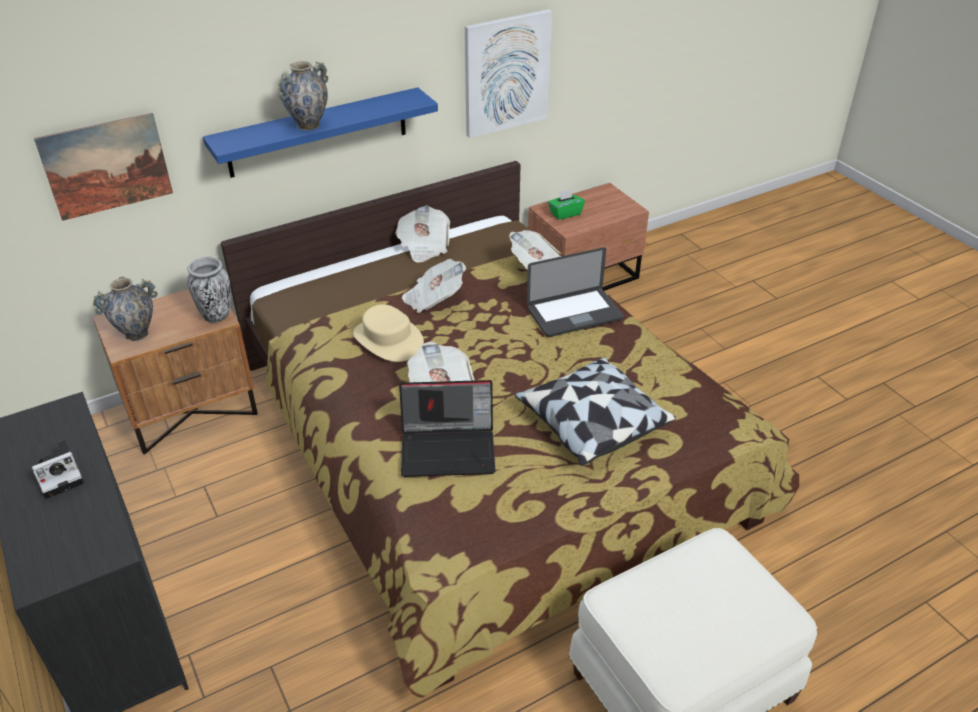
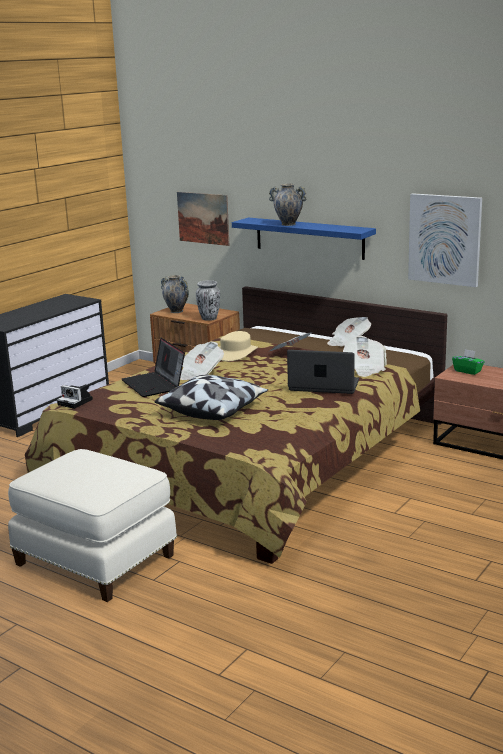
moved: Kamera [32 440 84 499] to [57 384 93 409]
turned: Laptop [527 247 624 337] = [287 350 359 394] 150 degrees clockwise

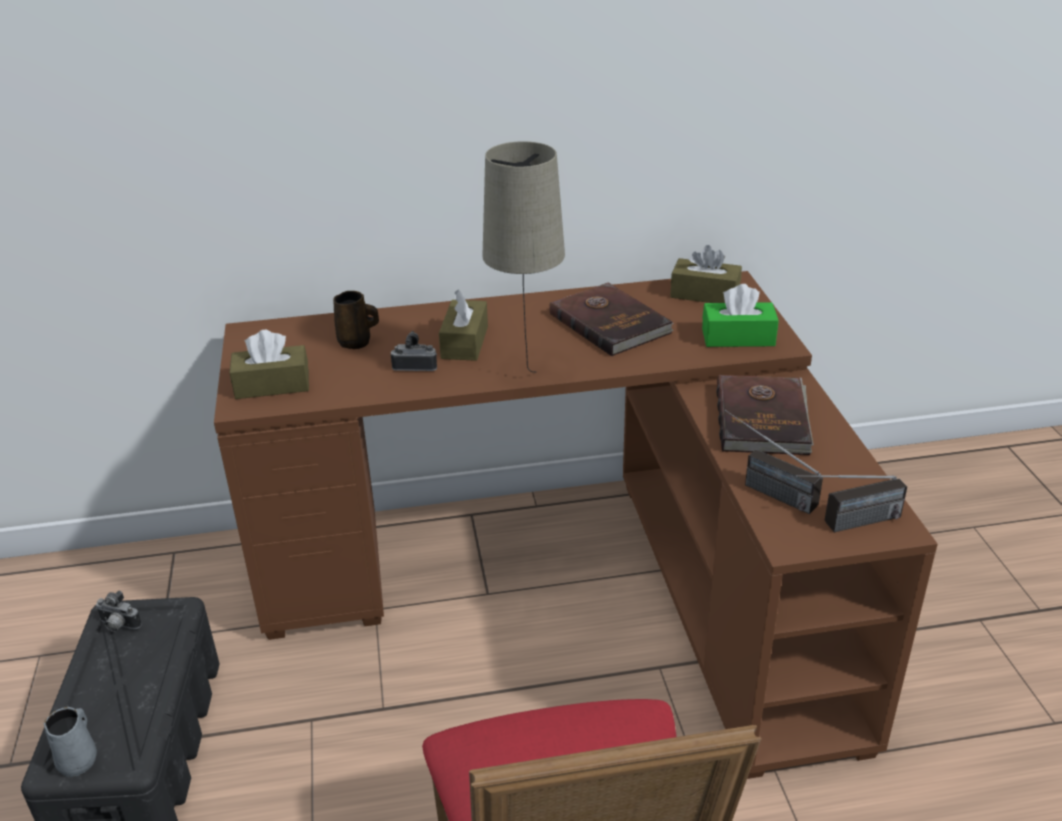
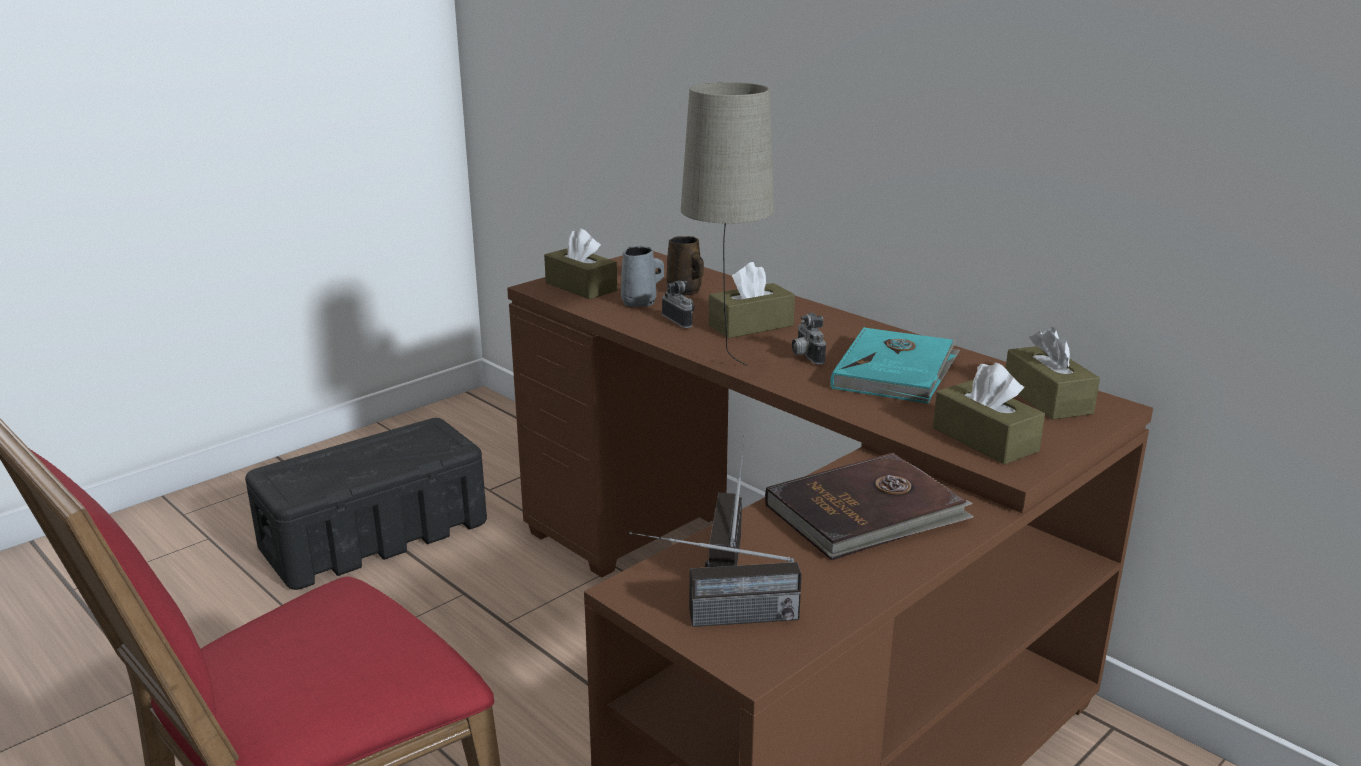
moved: Henkelbecher [grau] [44 707 97 777] to [621 246 664 308]; Kamera [96 591 142 632] to [792 313 826 365]
recoloured: Buch [braun] [549 283 674 356] to Buch [türkis] [830 327 960 404]; Taschentuchbox [grün] [702 284 779 347] to Taschentuchbox [braun] [933 362 1045 464]
turned: Radio [796 475 907 533] = [629 532 802 627] 45 degrees counterclockwise

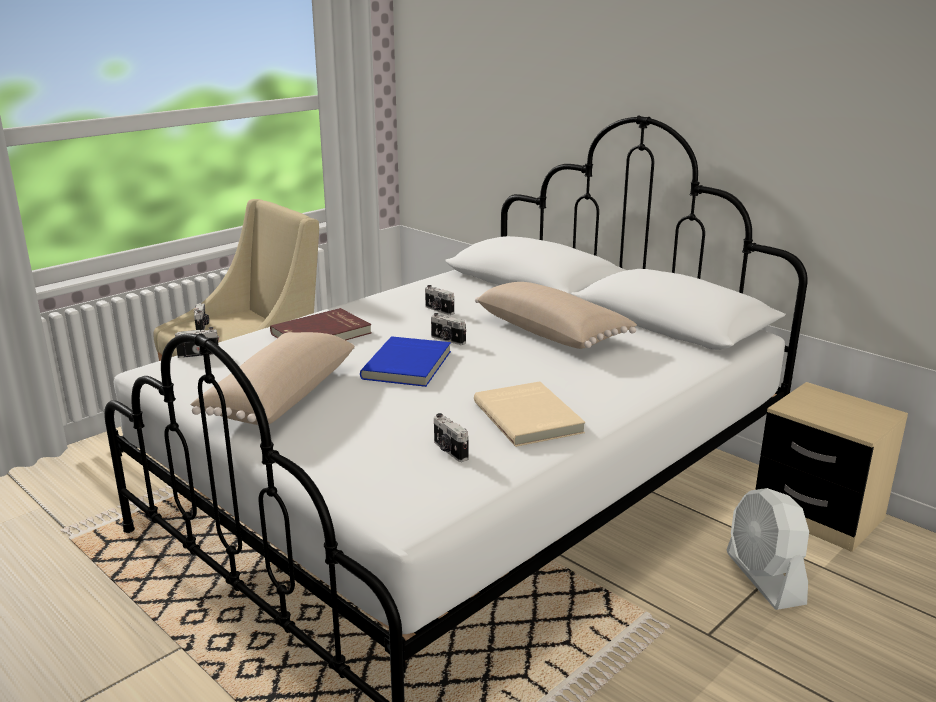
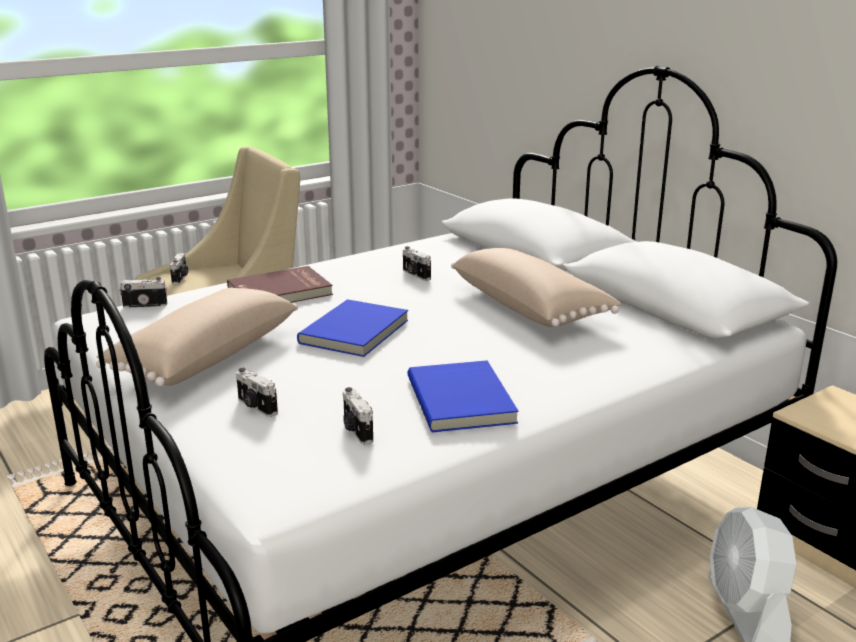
moved: Kamera [431 313 466 345] to [236 368 278 417]
recoloured: Buch [beige] [474 381 585 447] to Buch [blau] [408 360 519 432]

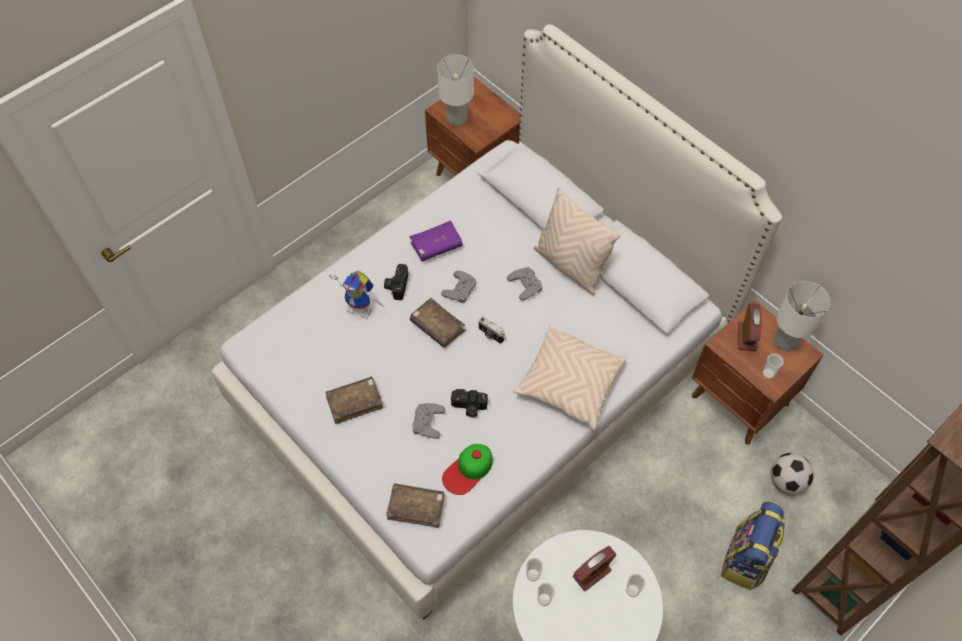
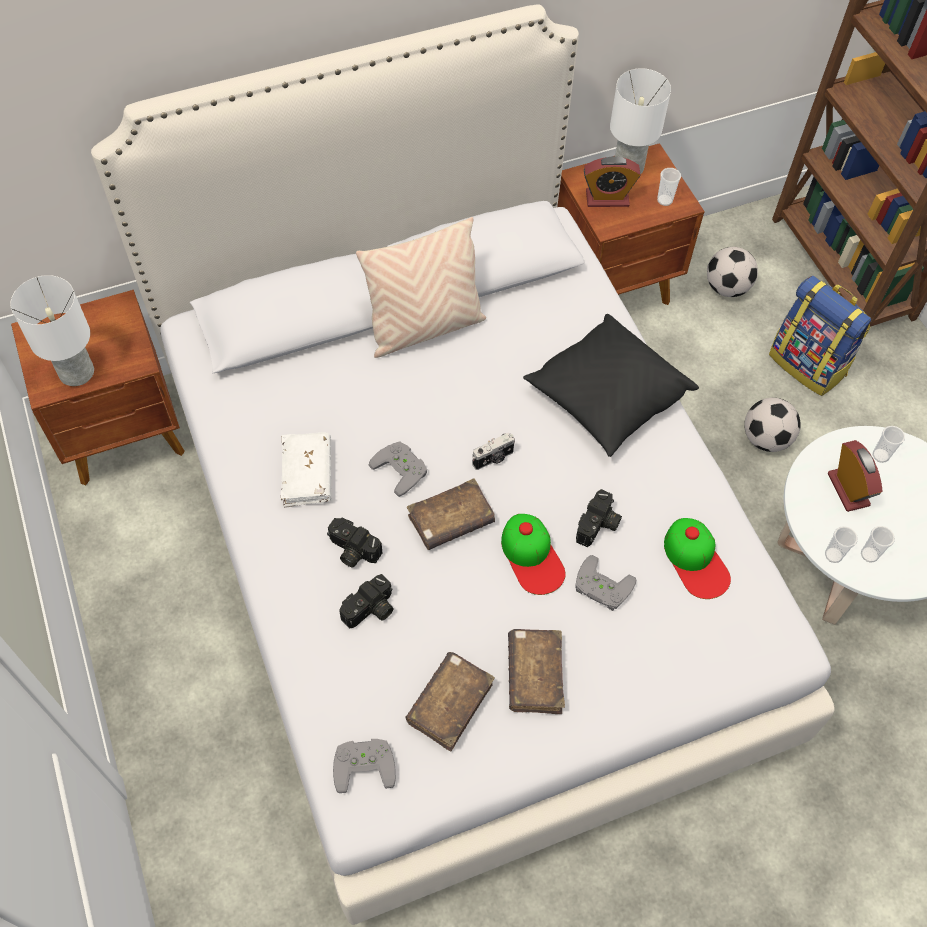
added: Kappe [501 514 566 595]; Fußball [744 398 801 452]
moved: Buch [braun] [386 483 444 528] to [405 652 495 751]; Gamepad [grau] [507 267 542 301] to [333 739 396 793]
replaced: Spielzeugroboter [329 271 385 319] to Kamera [339 574 394 629]
recoloured: Buch [lila] [410 220 463 262] to Buch [weiß] [281 432 331 507]; Kissen [beige] [513 325 627 430] to Kissen [schwarz] [523 314 699 457]
turned: Wecker [738 303 762 351] = [584 156 641 207] 150 degrees clockwise

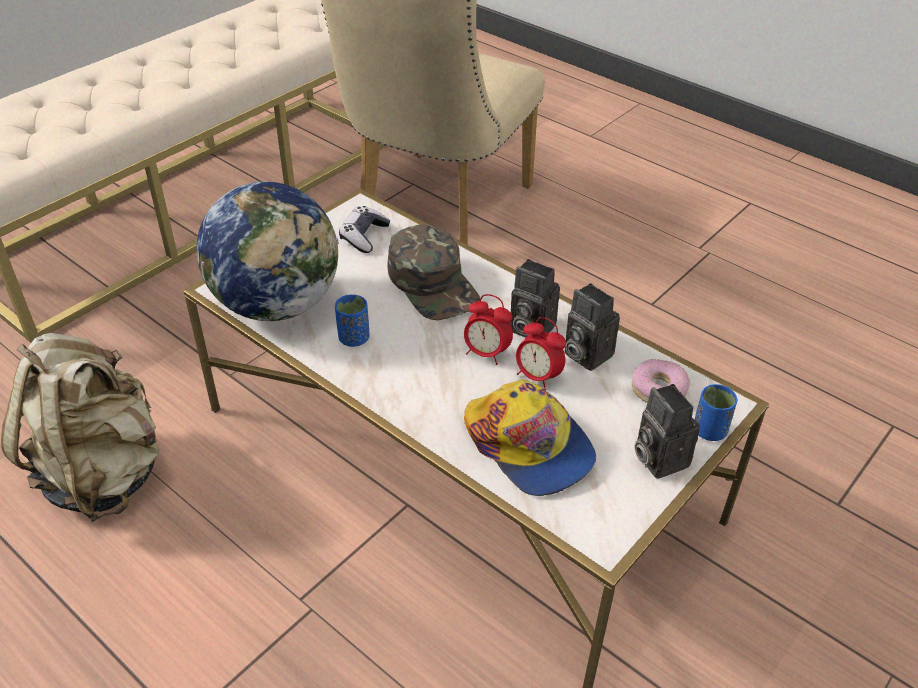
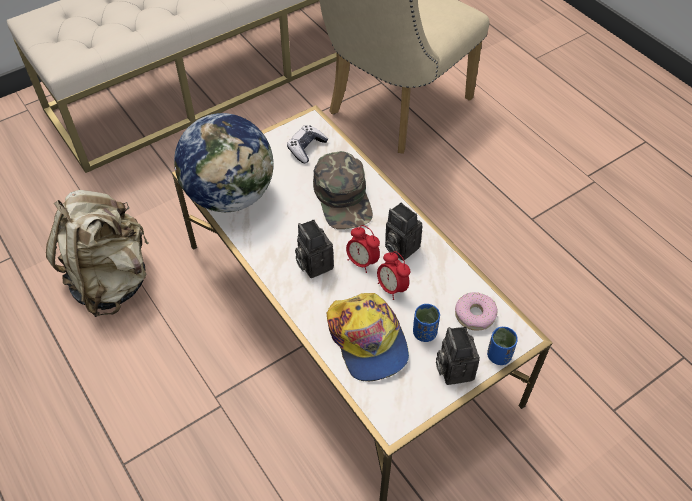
moved: Tasse [blau] [335 294 370 347] to [413 304 440 342]; Kamera [564 283 620 371] to [295 220 334 278]

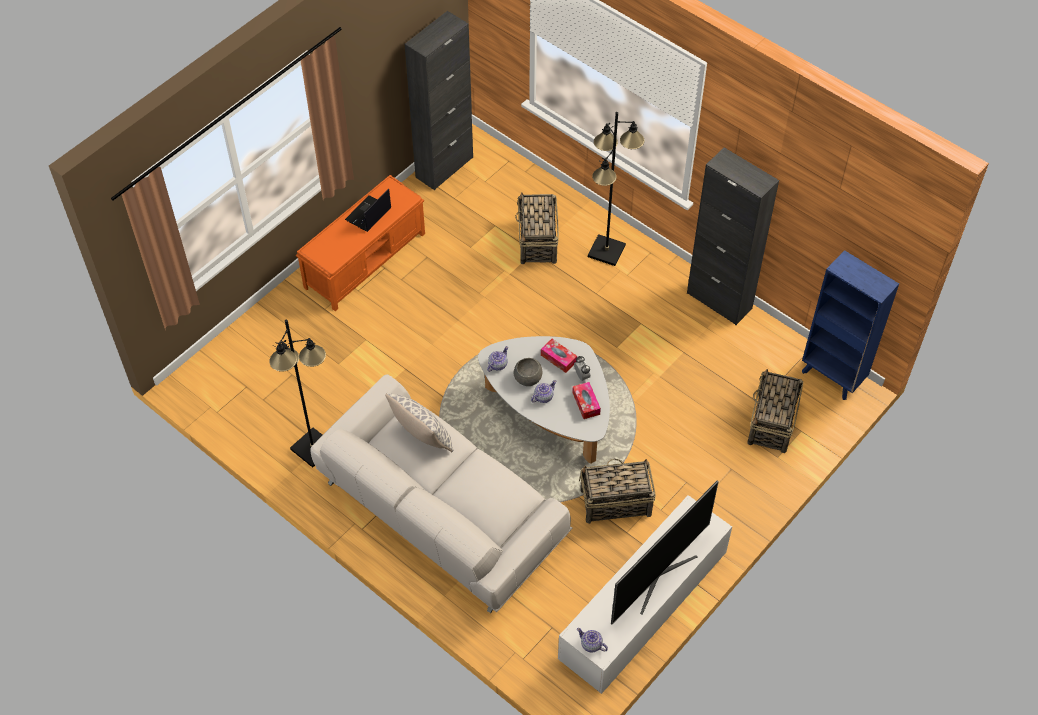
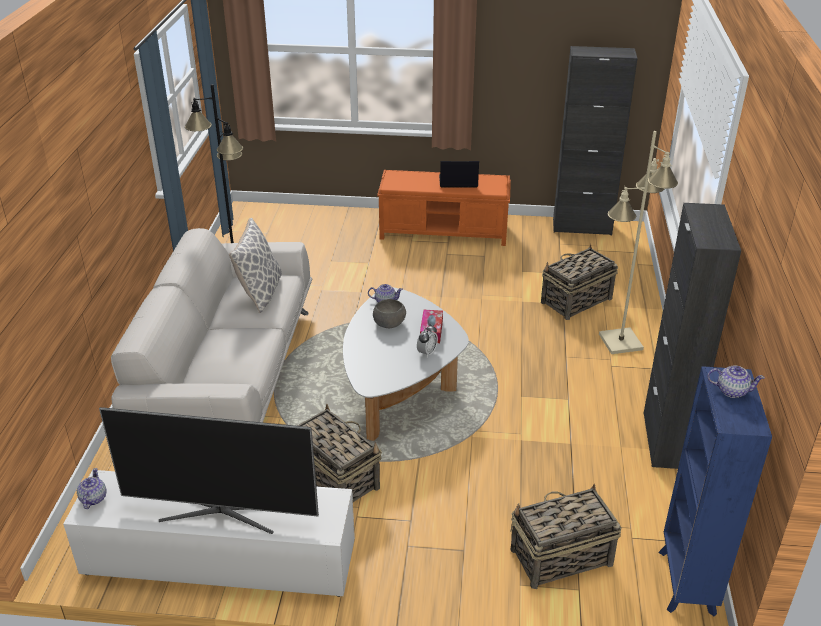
removed: Taschentuchbox [572 382 601 419]
moved: Teekanne [531 380 557 403] to [707 365 765 398]
recoloured: Stehlampe [schwarz] [588 112 645 266] to Stehlampe [beige] [599 131 678 354]

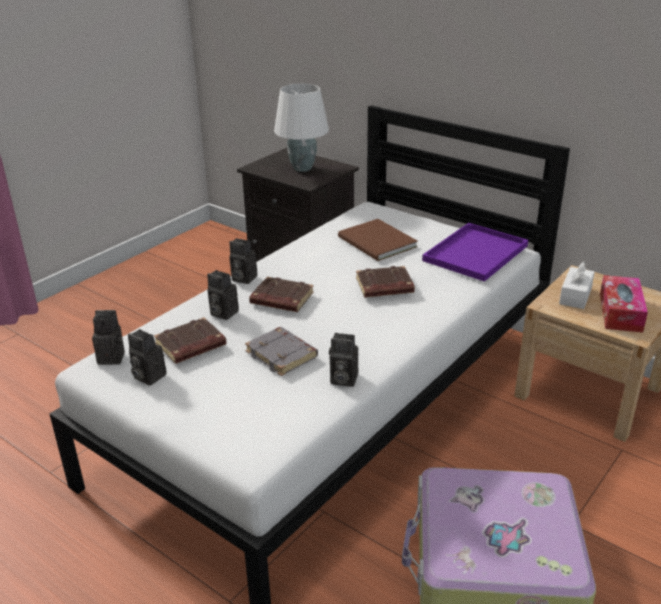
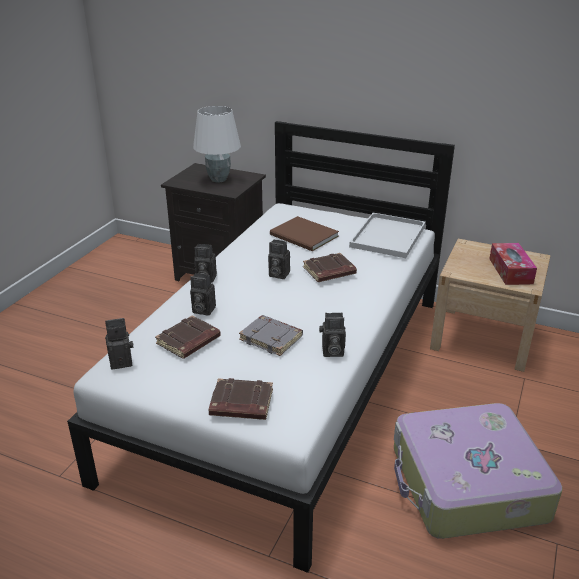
removed: Taschentuchbox [weiß] [559 261 595 309]
moved: Kamera [128 329 166 386] to [268 240 290 279]; Buch [braun] [249 277 314 312] to [209 378 273 420]
recoloured: Tablett [lila] [422 223 528 282] to Tablett [weiß] [349 213 426 258]

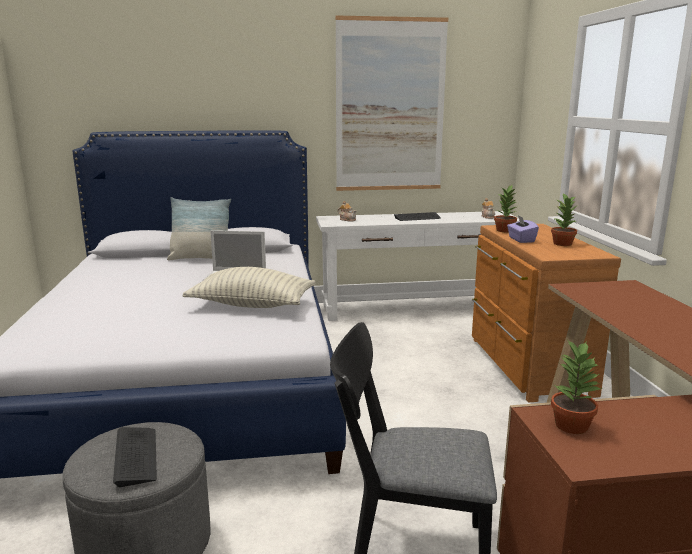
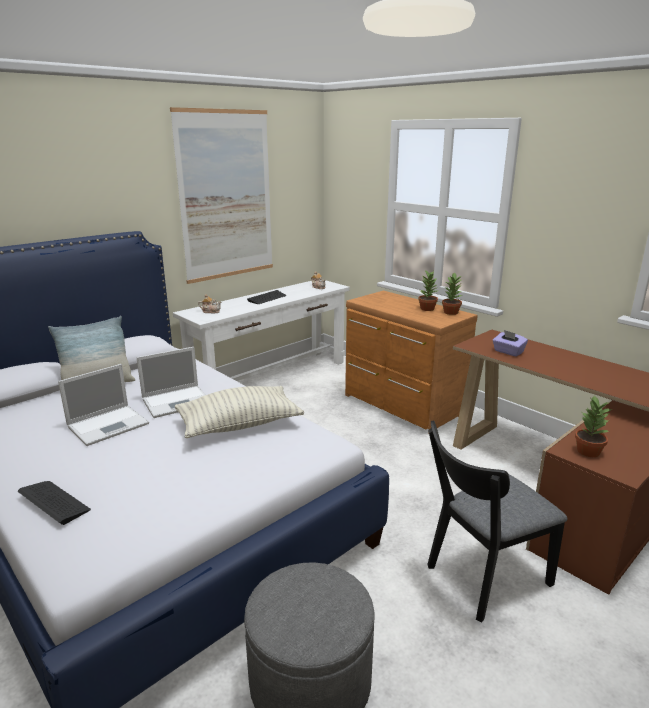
added: Laptop [58 364 149 446]
moved: Tastatur [113 427 157 487] to [18 481 91 525]; Topfpflanze [494 185 517 232] to [442 272 462 315]; Taschentuchbox [lila] [507 215 539 243] to [493 330 528 356]

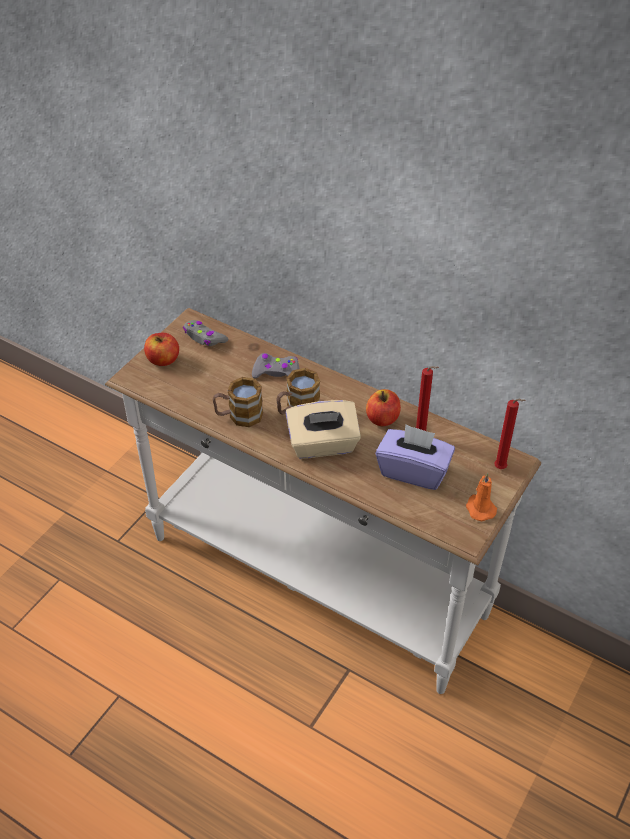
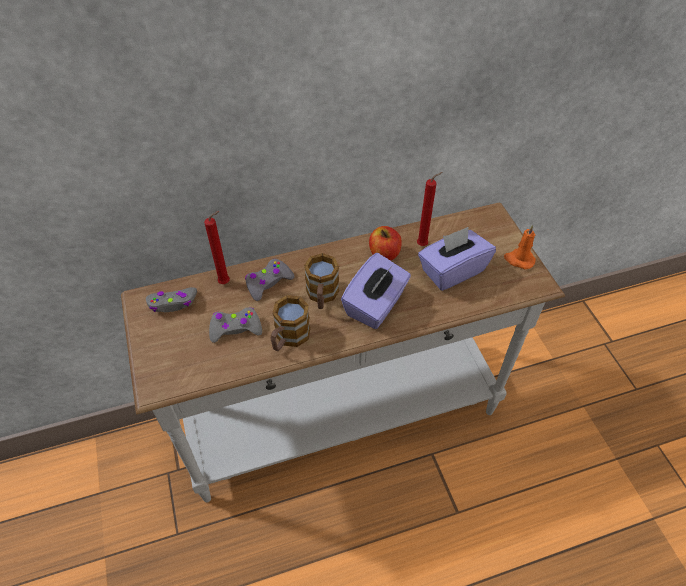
removed: Apfel [144 333 179 366]
added: Gamepad [grau] [209 307 262 343]
moved: Kerze [rot] [494 399 526 469] to [204 211 230 284]
recoloured: Taschentuchbox [beige] [286 400 361 459] to Taschentuchbox [lila] [341 253 411 329]

